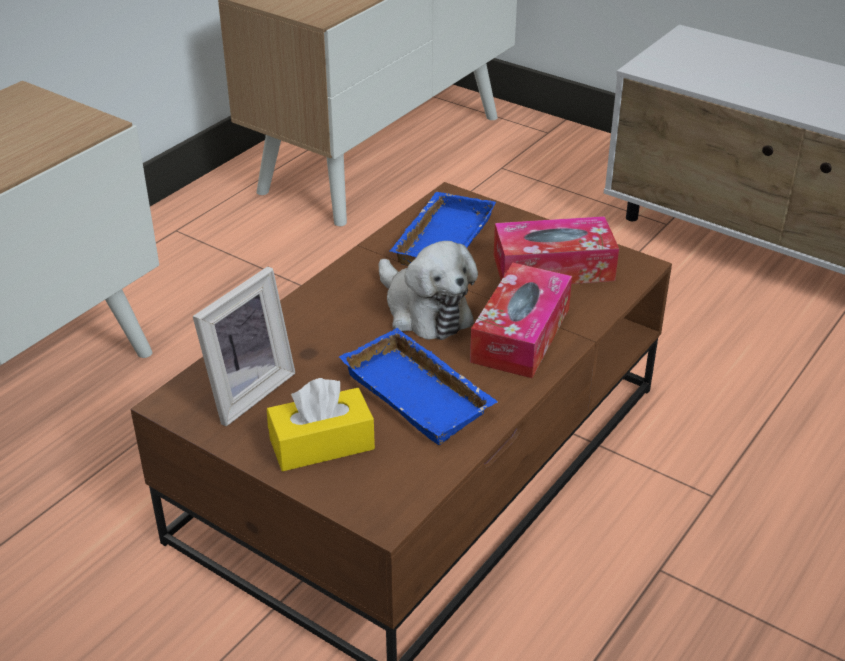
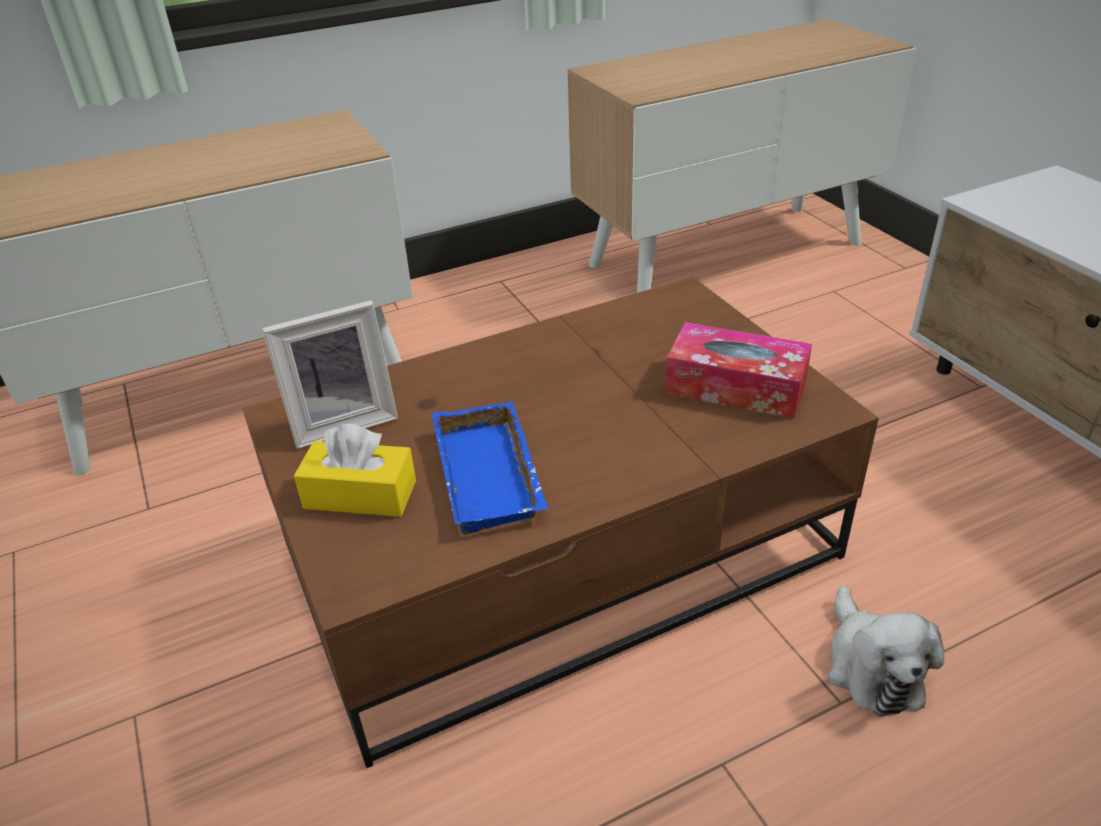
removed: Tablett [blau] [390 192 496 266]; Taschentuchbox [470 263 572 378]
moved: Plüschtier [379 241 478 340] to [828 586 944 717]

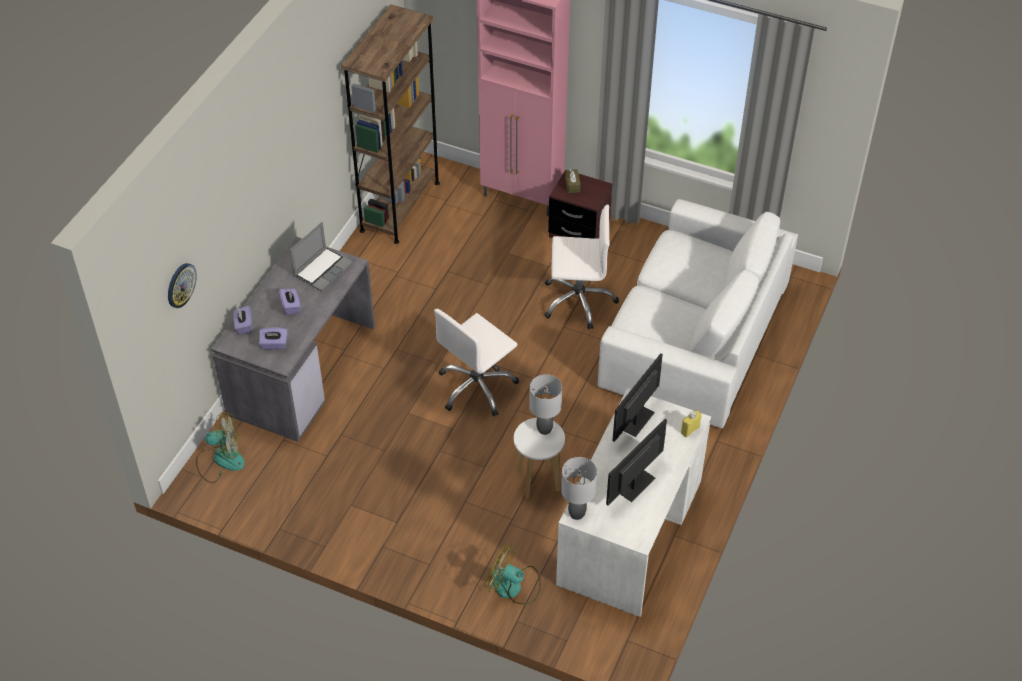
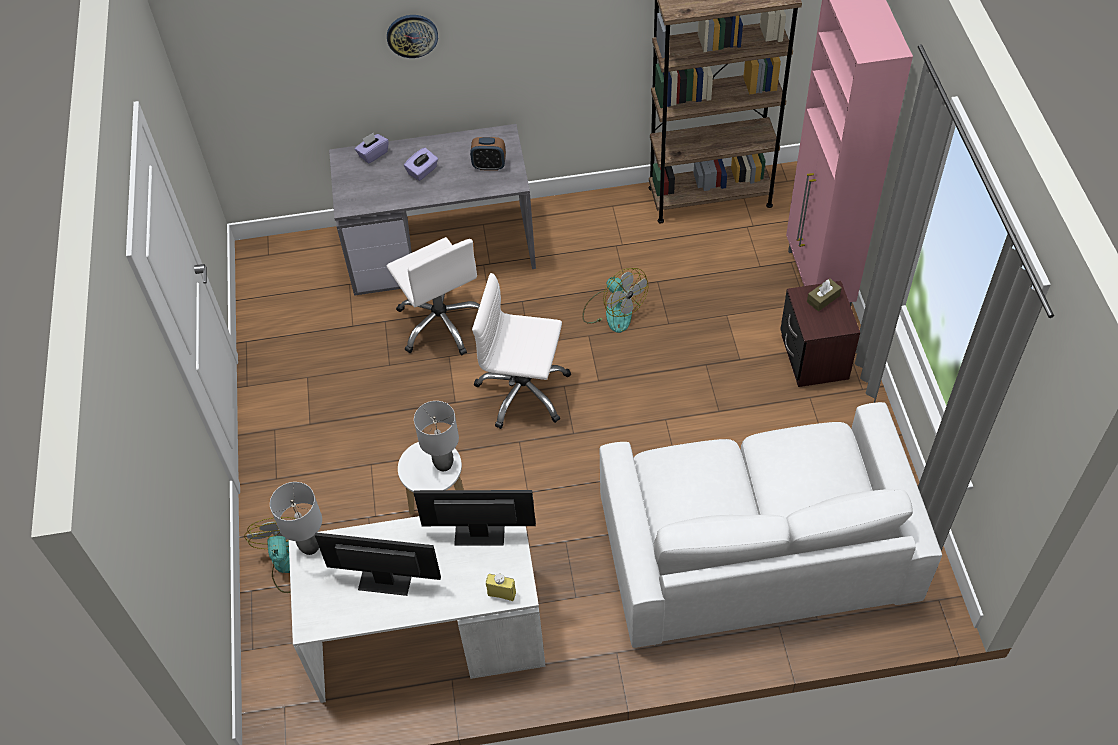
removed: Taschentuchbox [lila] [259 327 288 349]
moved: Wanduhr [168 263 197 308] to [387 15 438 58]; Ventilator [196 411 245 483] to [582 268 648 333]; Bürostuhl [weiß] [544 205 619 329] to [387 237 480 356]
replaced: Laptop [290 222 353 291] to Wecker [470 137 506 171]

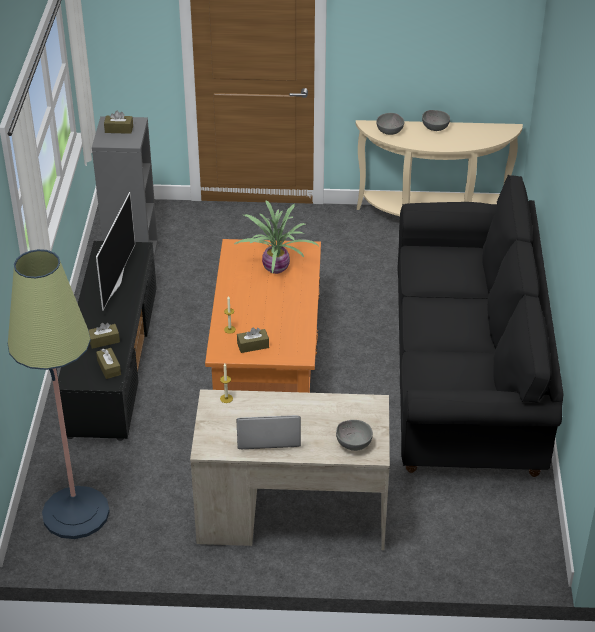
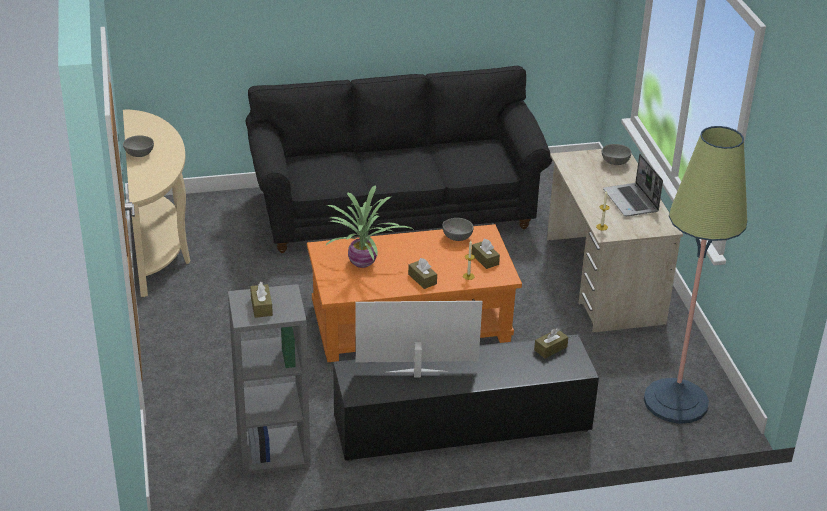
moved: Taschentuchbox [braun] [89 323 120 349] to [408 258 437 289]; Schüssel [grau] [376 113 404 135] to [442 218 473 241]

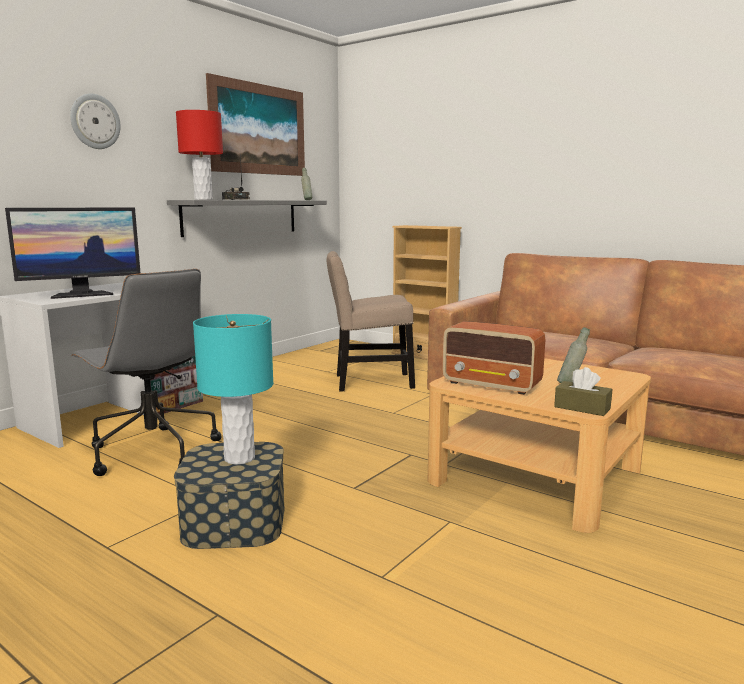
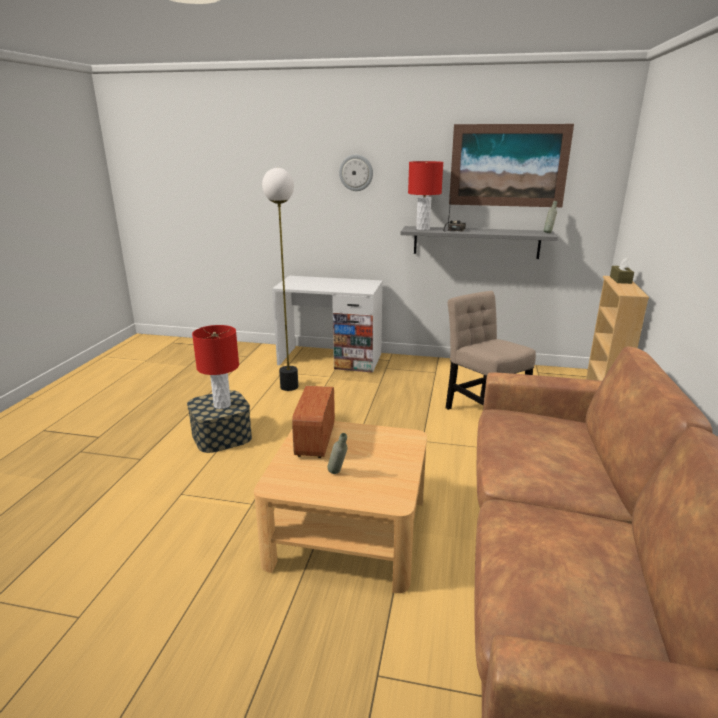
removed: Monitor [5 207 140 299]
moved: Taschentuchbox [braun] [554 367 612 416] to [610 258 634 284]
replaced: Bürostuhl [grau] [71 269 221 476] to Stehlampe [262 168 298 391]
recoloured: Tischlampe [türkis] [193 314 273 465] to Tischlampe [rot] [192 325 239 409]

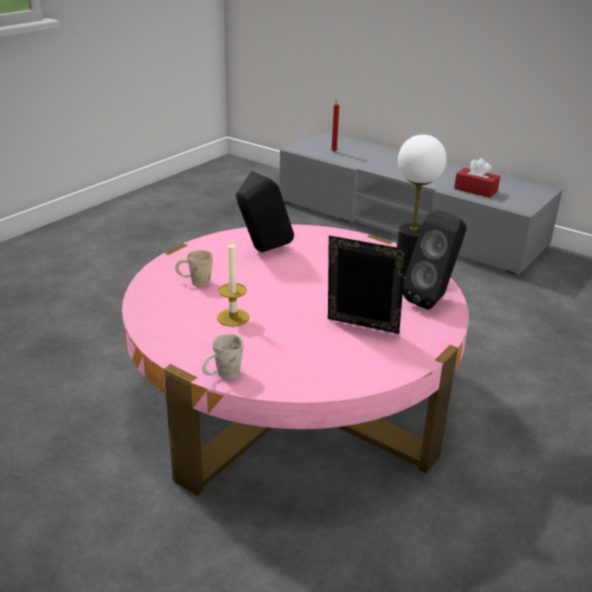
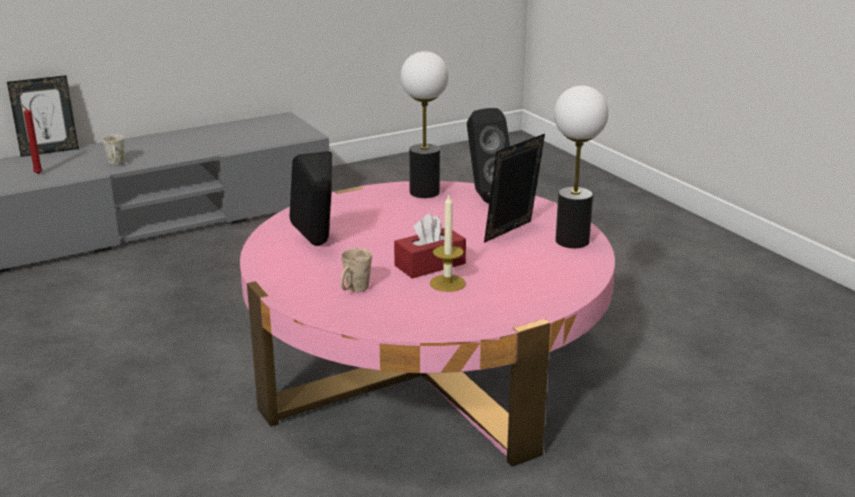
added: Bilderrahmen [7 75 79 157]; Tischlampe [554 86 608 248]
moved: Henkelbecher [weiß] [202 334 244 379] to [102 135 125 164]; Taschentuchbox [rot] [454 158 500 198] to [394 213 466 278]

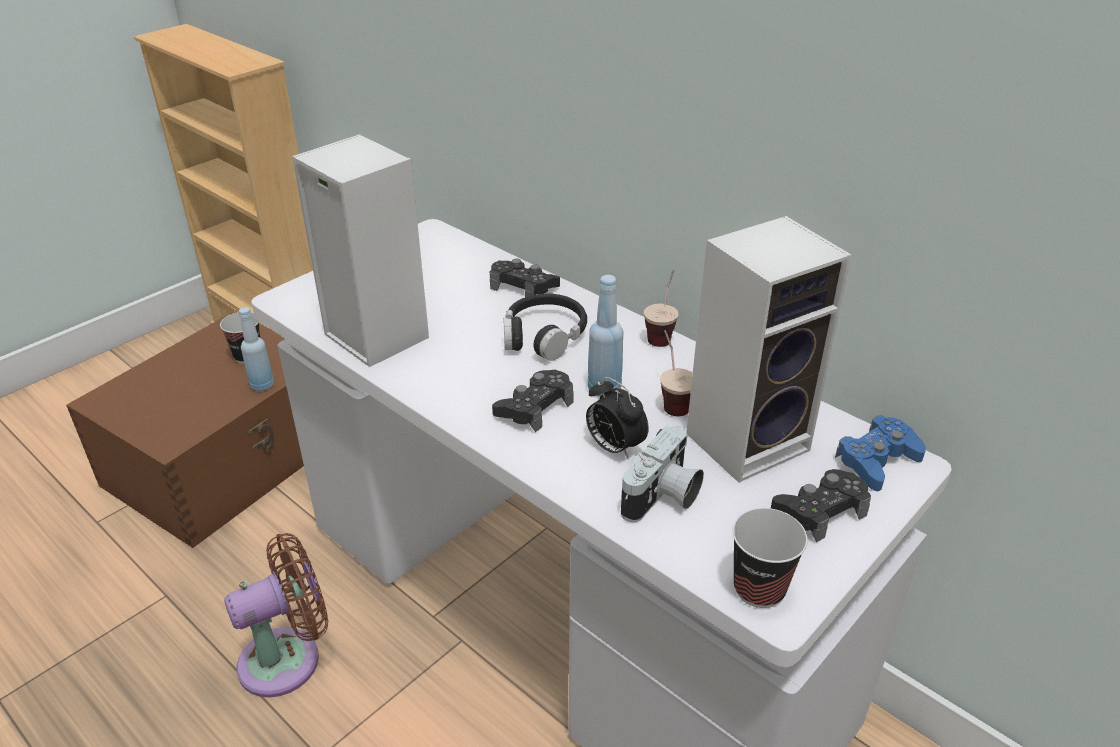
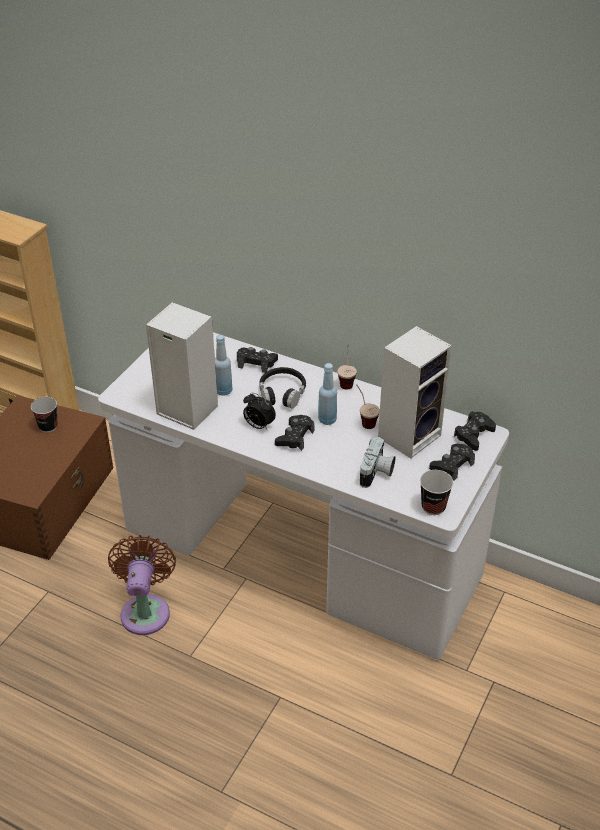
moved: Flasche [blau] [239 307 274 391] to [215 335 232 396]; Wecker [586 377 649 459] to [243 393 276 431]
recoloured: Gamepad [blau] [835 415 926 491] to Gamepad [schwarz] [454 411 496 451]
turned: Ventilator [braun] [224 533 328 698] = [108 535 176 635] 45 degrees counterclockwise

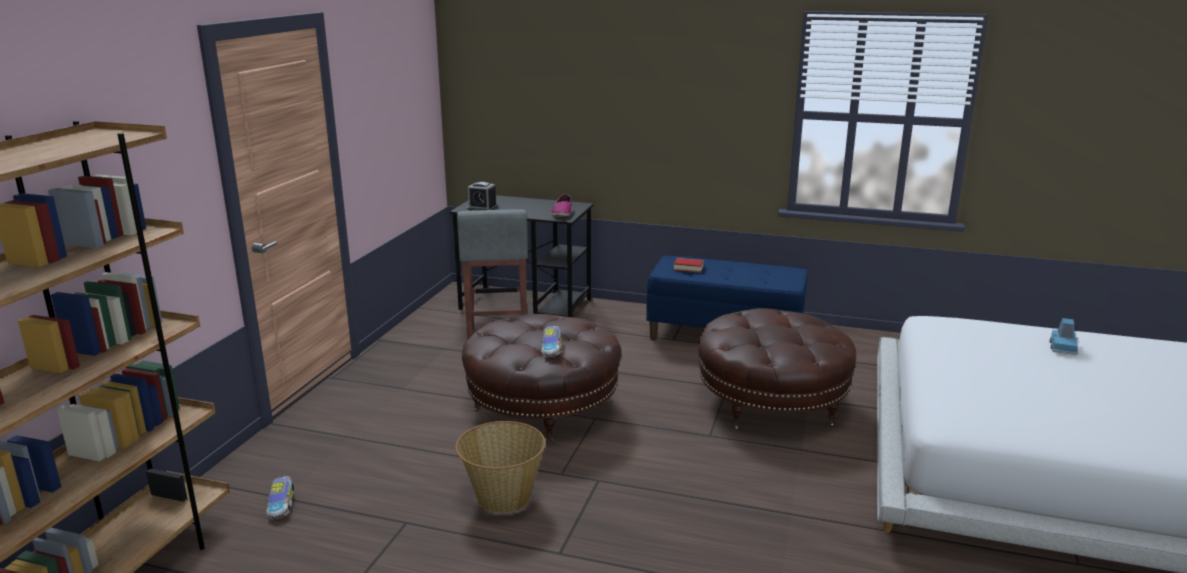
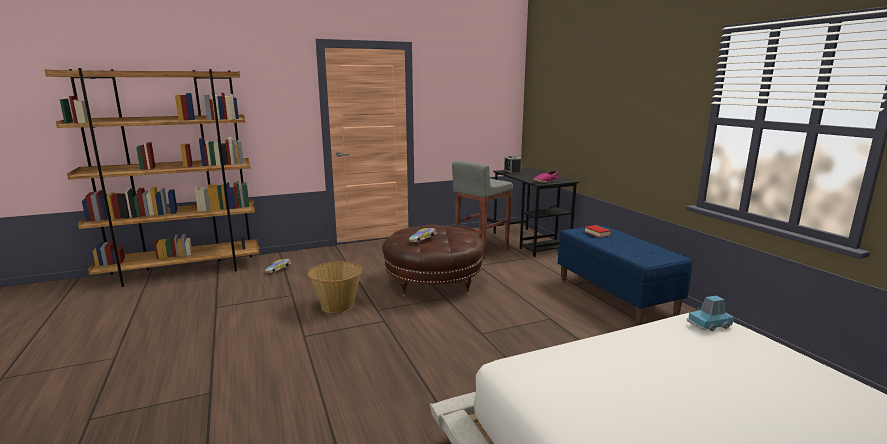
removed: Polsterhocker [braun] [698 308 856 430]
moved: Spielzeugauto [blau] [1050 318 1078 355] to [687 296 734 331]

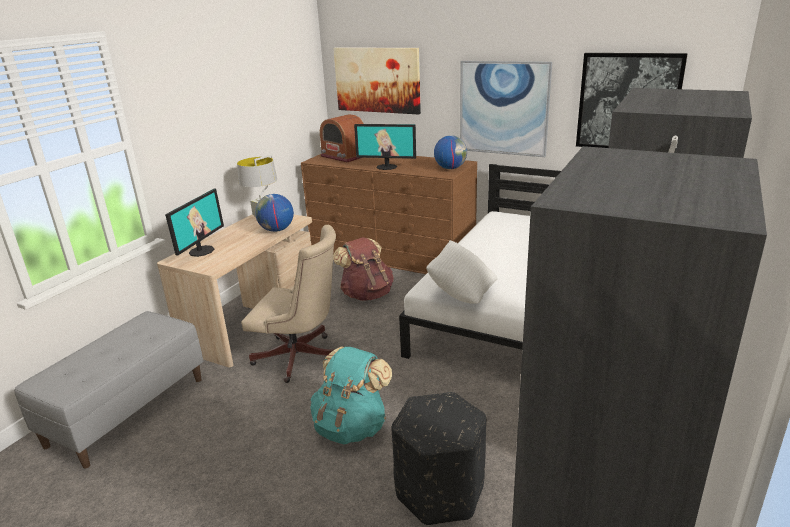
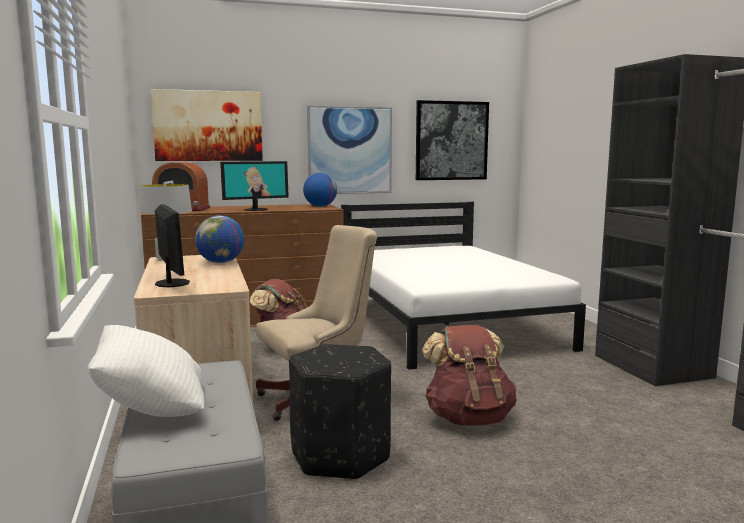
moved: Polsterhocker [schwarz] [391 392 486 525] to [289 344 391 480]; Kissen [weiß] [426 240 497 304] to [87 325 205 417]
recoloured: Rucksack [türkis] [310 346 392 444] to Rucksack [braun] [422 325 517 426]

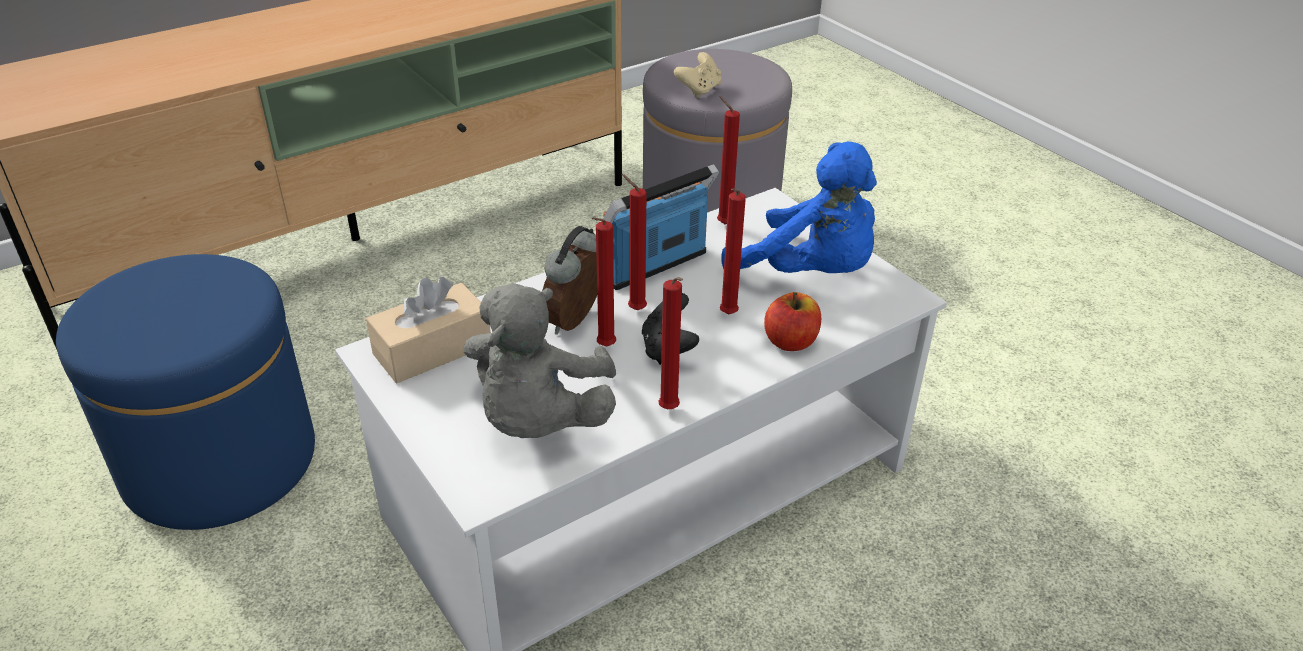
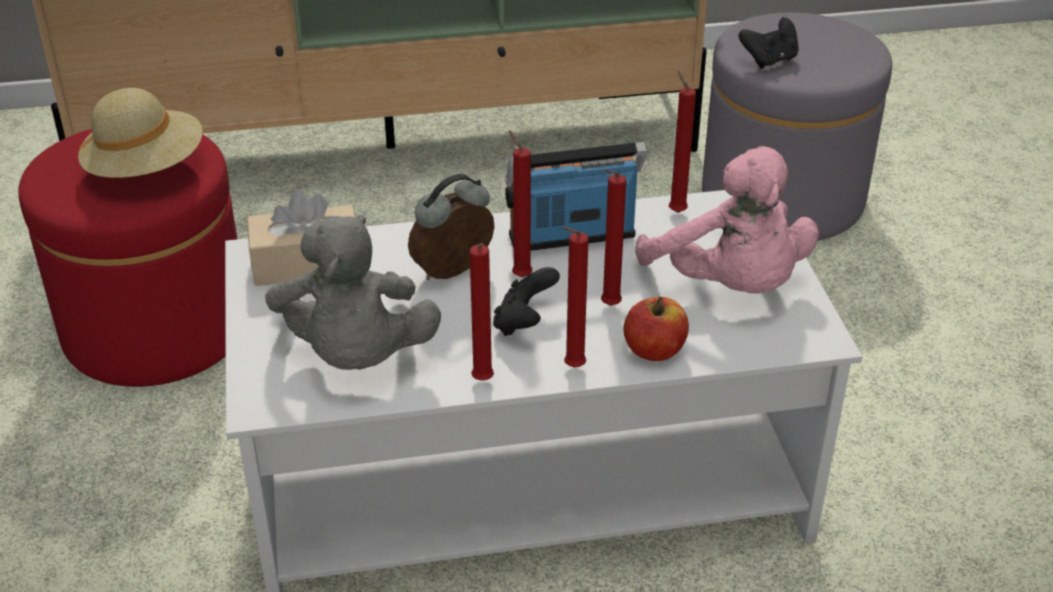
added: Hut [beige] [78 88 202 178]
moved: Kerze [rot] [592 217 616 347] to [561 226 589 367]
recoloured: Polsterhocker [blau] [56 254 315 530] to Polsterhocker [rot] [18 129 237 387]; Gamepad [beige] [674 52 721 98] to Gamepad [schwarz] [739 17 799 69]; Plüschtier [blau] [721 141 877 273] to Plüschtier [rosa] [635 146 819 294]
turned: Plüschtier [grau] [463 283 616 438] = [265 215 441 370] 45 degrees counterclockwise

